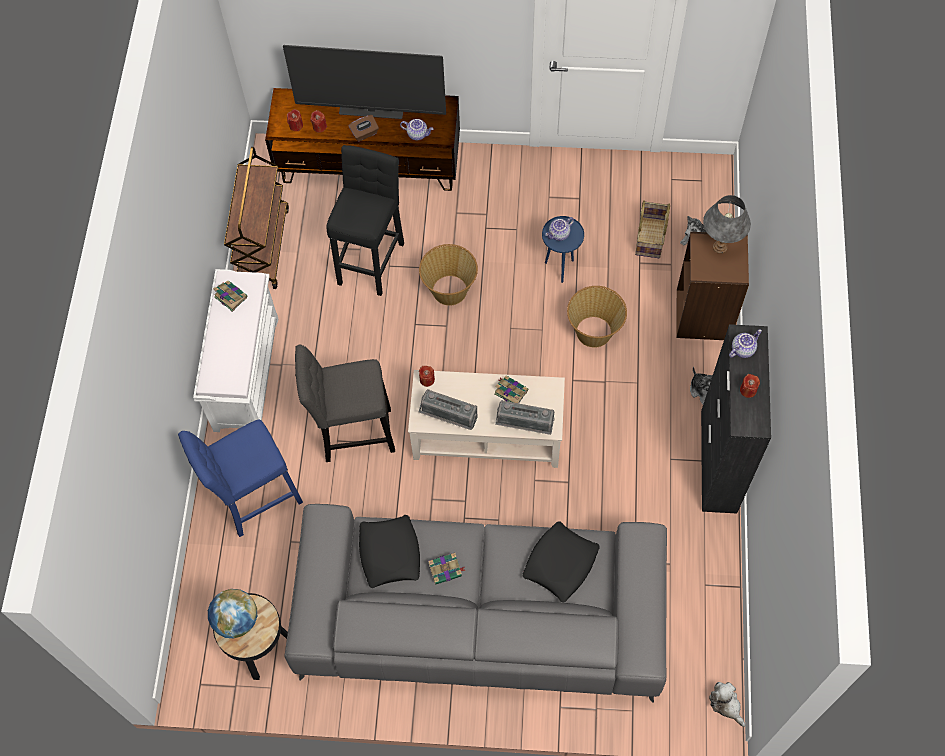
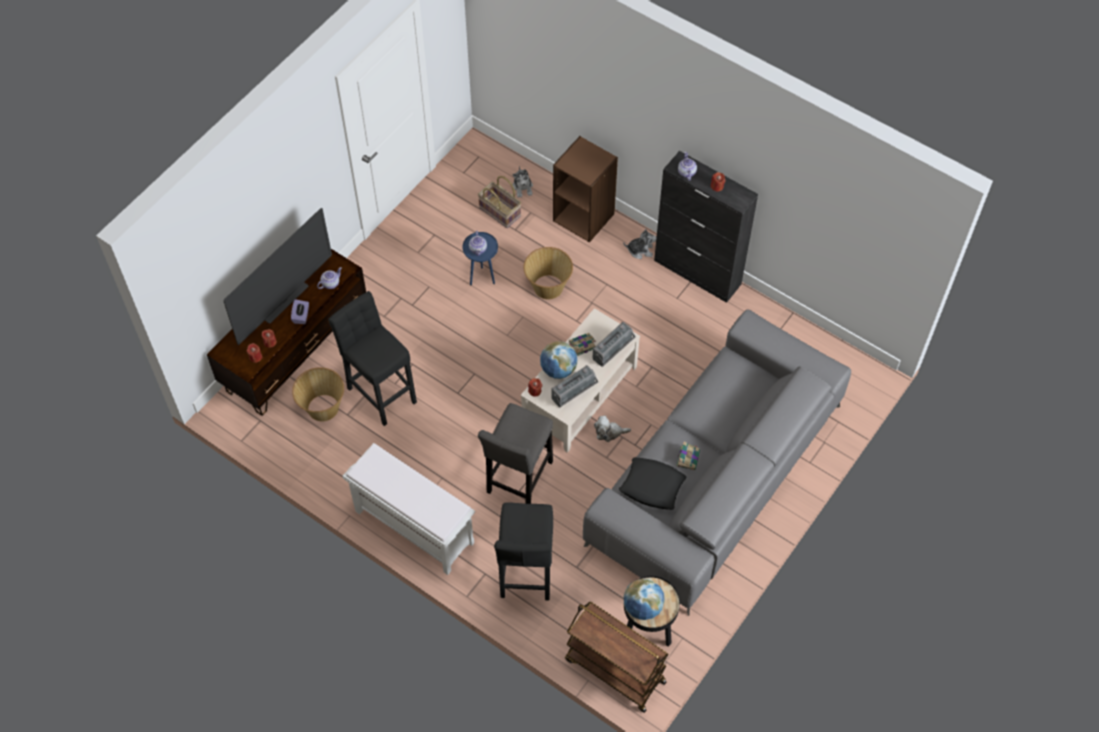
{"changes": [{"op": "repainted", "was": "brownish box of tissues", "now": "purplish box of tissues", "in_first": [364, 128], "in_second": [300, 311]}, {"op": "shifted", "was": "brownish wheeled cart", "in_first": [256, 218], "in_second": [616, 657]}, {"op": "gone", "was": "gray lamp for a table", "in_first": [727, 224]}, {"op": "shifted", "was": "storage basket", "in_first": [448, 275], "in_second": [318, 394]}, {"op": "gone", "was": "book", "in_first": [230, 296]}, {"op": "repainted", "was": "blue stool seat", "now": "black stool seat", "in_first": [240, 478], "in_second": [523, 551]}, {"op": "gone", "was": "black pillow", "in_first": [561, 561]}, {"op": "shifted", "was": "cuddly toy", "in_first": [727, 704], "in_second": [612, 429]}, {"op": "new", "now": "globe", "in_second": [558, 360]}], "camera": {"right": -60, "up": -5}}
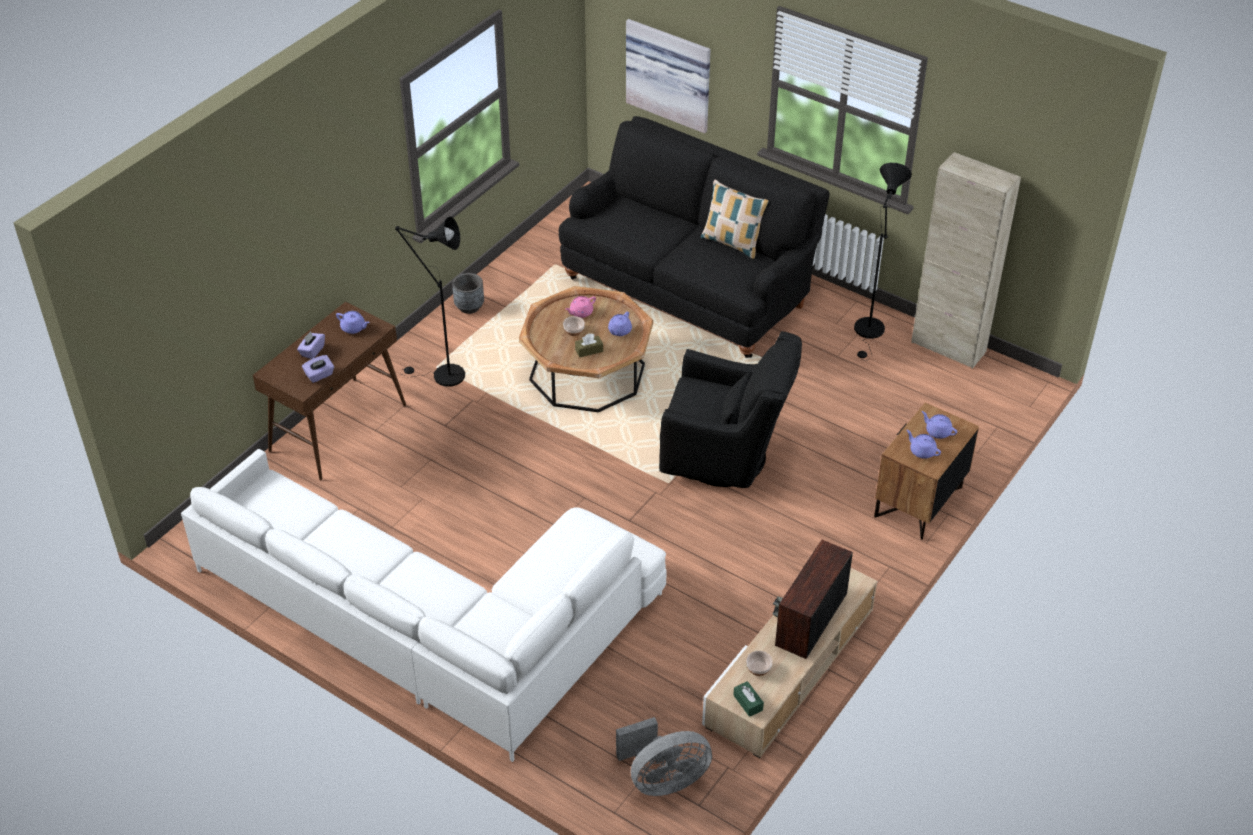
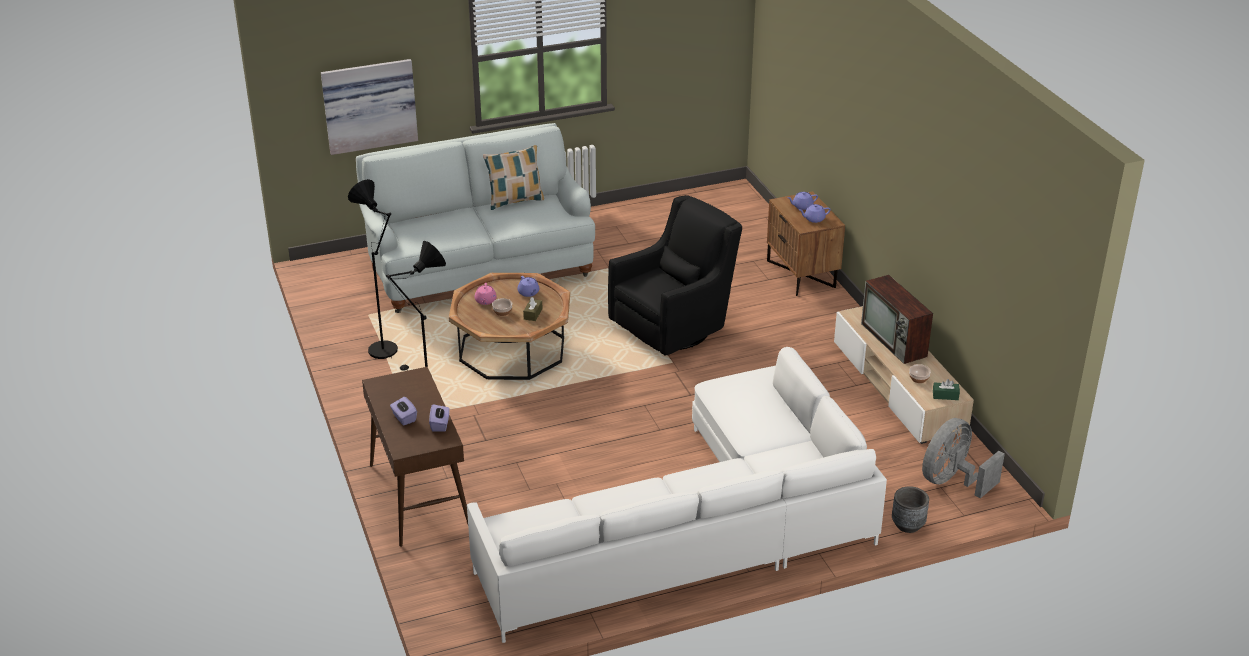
{"changes": [{"op": "repainted", "was": "black sofa", "now": "white-coloured sofa", "in_first": [694, 237], "in_second": [475, 218]}, {"op": "gone", "was": "beige-coloured cabinet", "in_first": [966, 260]}, {"op": "shifted", "was": "black standard lamp", "in_first": [883, 262], "in_second": [378, 275]}, {"op": "shifted", "was": "gray flower pot", "in_first": [468, 293], "in_second": [910, 509]}, {"op": "gone", "was": "purplish pot for tea", "in_first": [353, 322]}, {"op": "rotated", "was": "gray cooling fan", "in_first": [664, 756], "in_second": [963, 458], "clockwise": -150}], "camera": {"right": -55, "up": -10}}
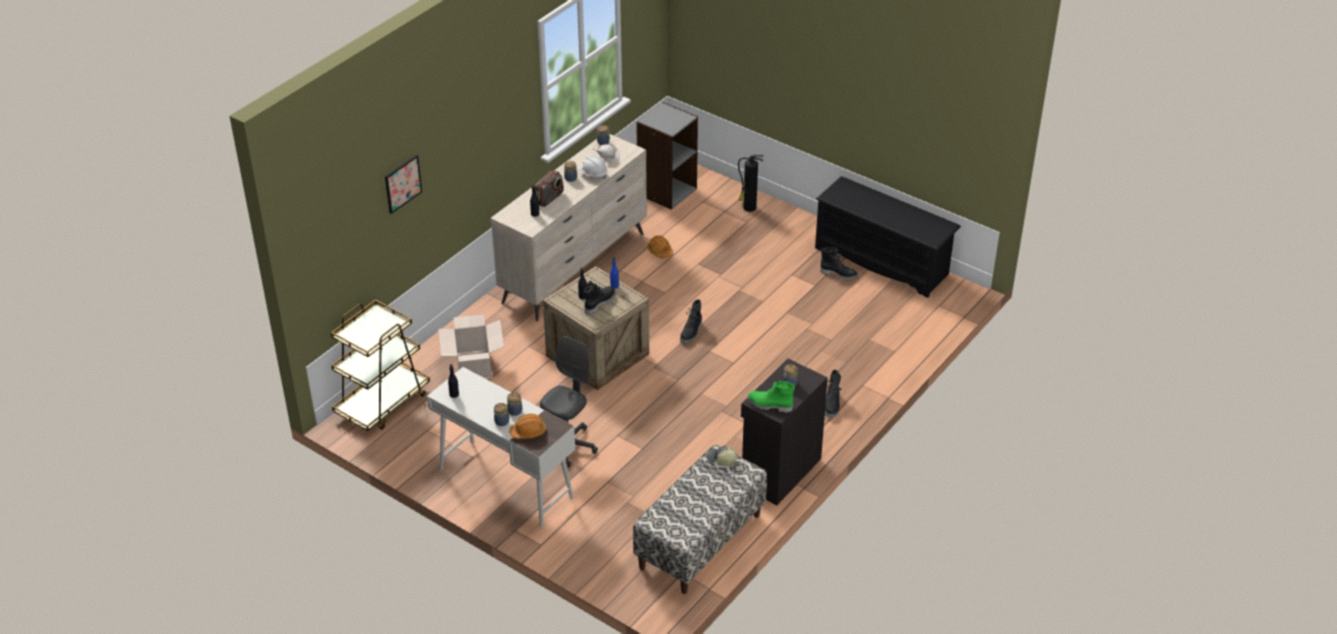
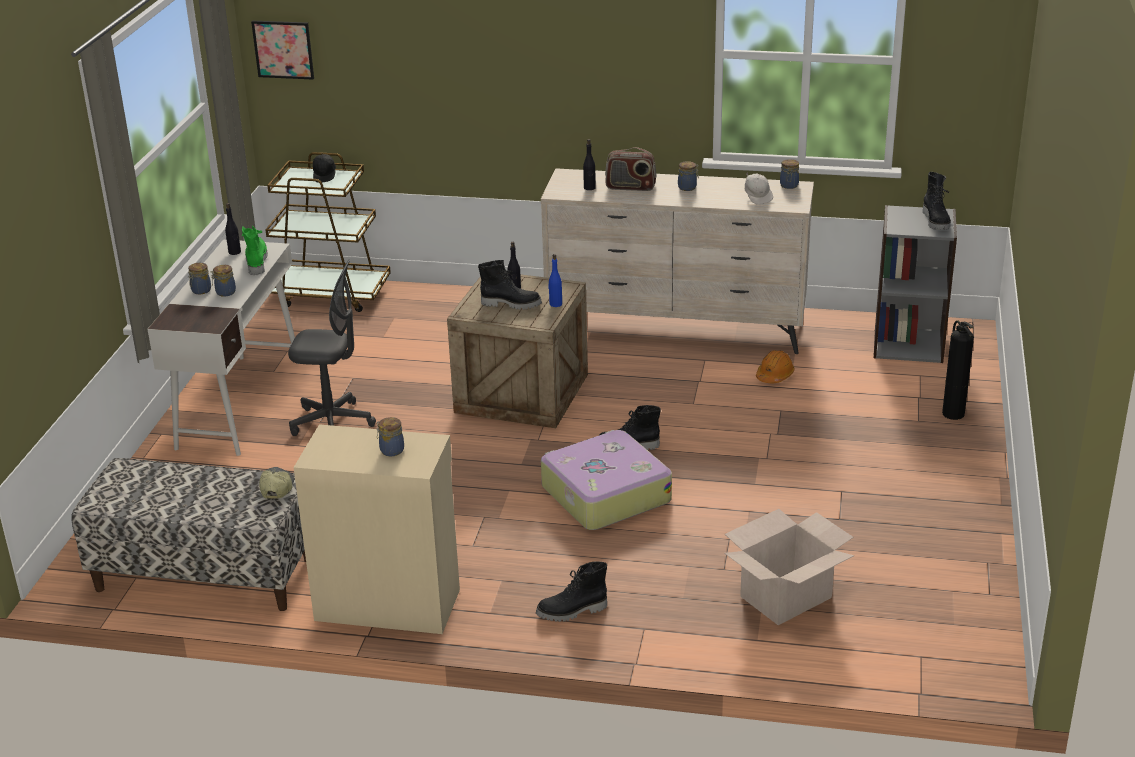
{"changes": [{"op": "shifted", "was": "wall art", "in_first": [403, 184], "in_second": [282, 50]}, {"op": "gone", "was": "white-coloured safety helmet", "in_first": [593, 167]}, {"op": "gone", "was": "black shoe rack", "in_first": [888, 237]}, {"op": "shifted", "was": "black boot", "in_first": [839, 263], "in_second": [937, 201]}, {"op": "shifted", "was": "carton", "in_first": [471, 346], "in_second": [789, 567]}, {"op": "repainted", "was": "black cabinet", "now": "beige-coloured cabinet", "in_first": [784, 432], "in_second": [376, 529]}, {"op": "shifted", "was": "green boot", "in_first": [771, 397], "in_second": [255, 250]}, {"op": "gone", "was": "orange-coloured safety helmet", "in_first": [527, 426]}, {"op": "new", "now": "black baseball cap", "in_second": [324, 168]}, {"op": "new", "now": "travel case", "in_second": [606, 480]}], "camera": {"right": 65, "up": -10}}
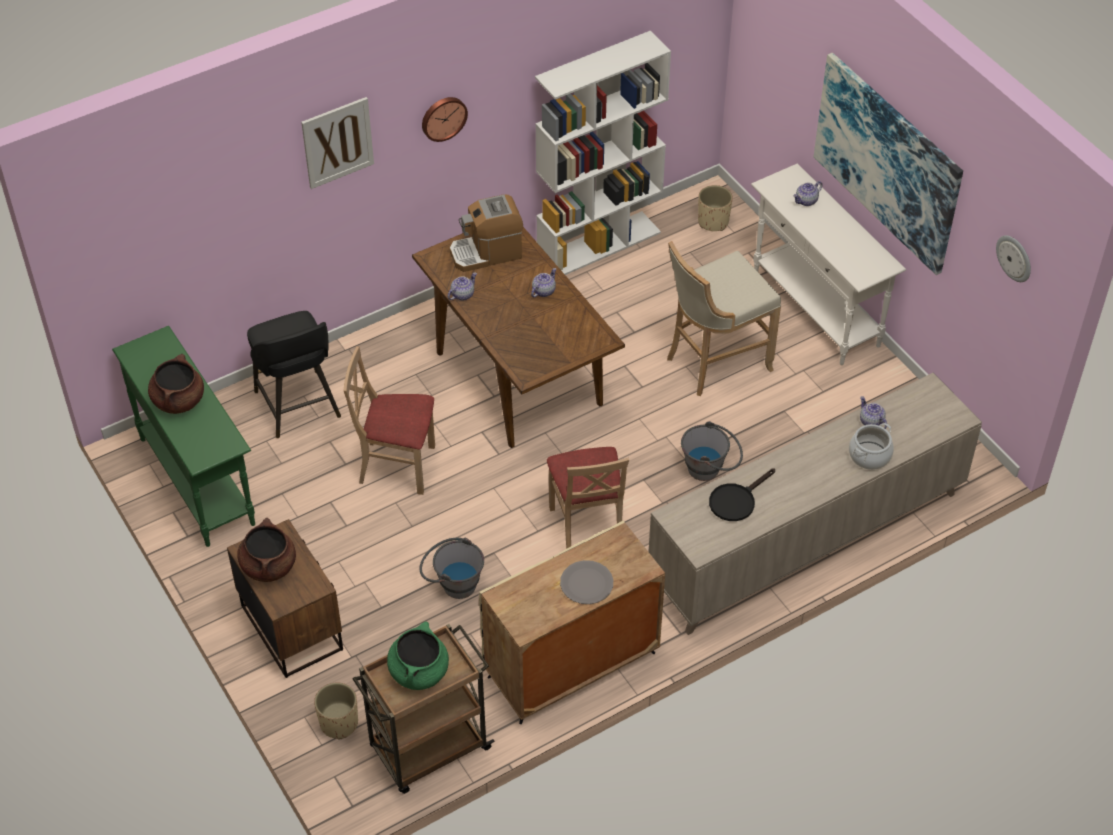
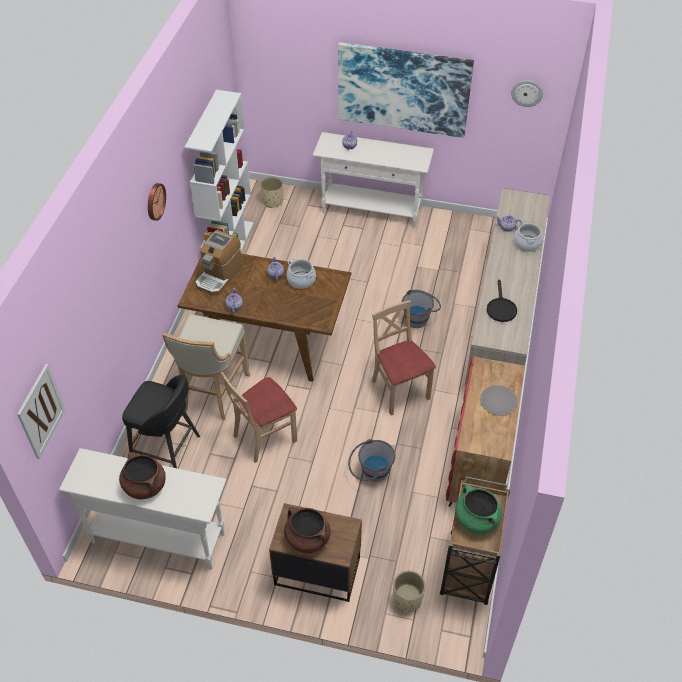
{"changes": [{"op": "shifted", "was": "wall art", "in_first": [337, 143], "in_second": [41, 411]}, {"op": "shifted", "was": "beige-coloured stool seat", "in_first": [724, 318], "in_second": [206, 367]}, {"op": "repainted", "was": "green narrow table", "now": "white-coloured narrow table", "in_first": [183, 436], "in_second": [143, 509]}, {"op": "rotated", "was": "beige-coloured upright chair", "in_first": [588, 498], "in_second": [404, 357], "clockwise": -150}, {"op": "repainted", "was": "beige-coloured cabinet", "now": "red-coloured cabinet", "in_first": [572, 622], "in_second": [485, 431]}, {"op": "new", "now": "saucepot", "in_second": [301, 274]}], "camera": {"right": -45, "up": 0}}
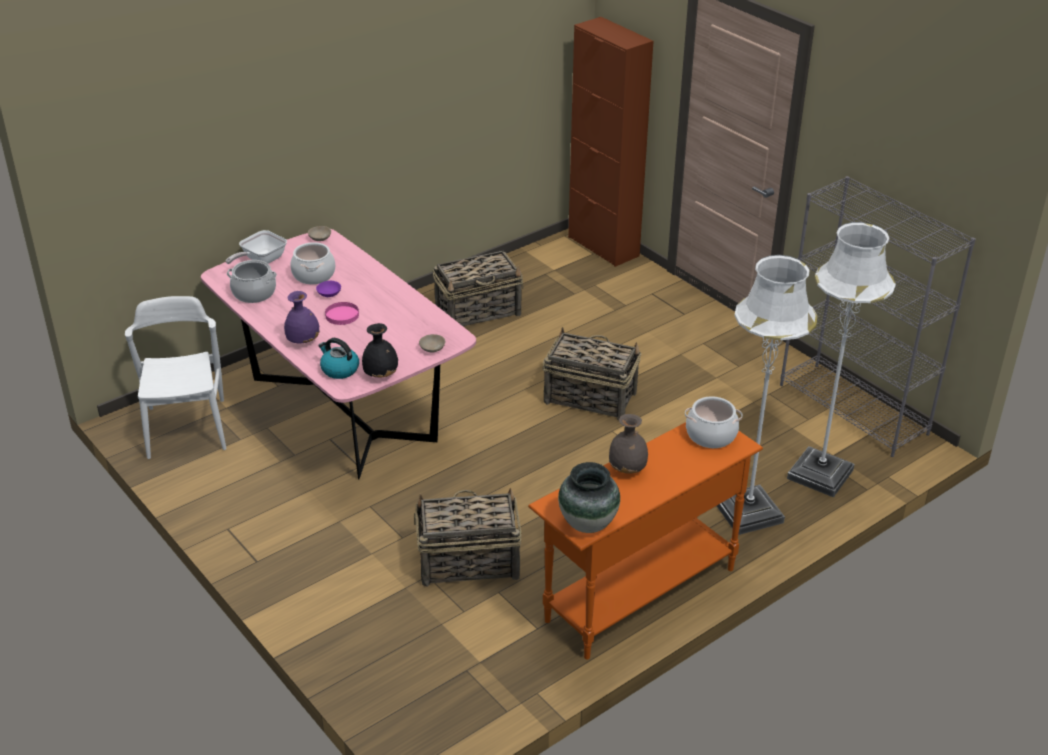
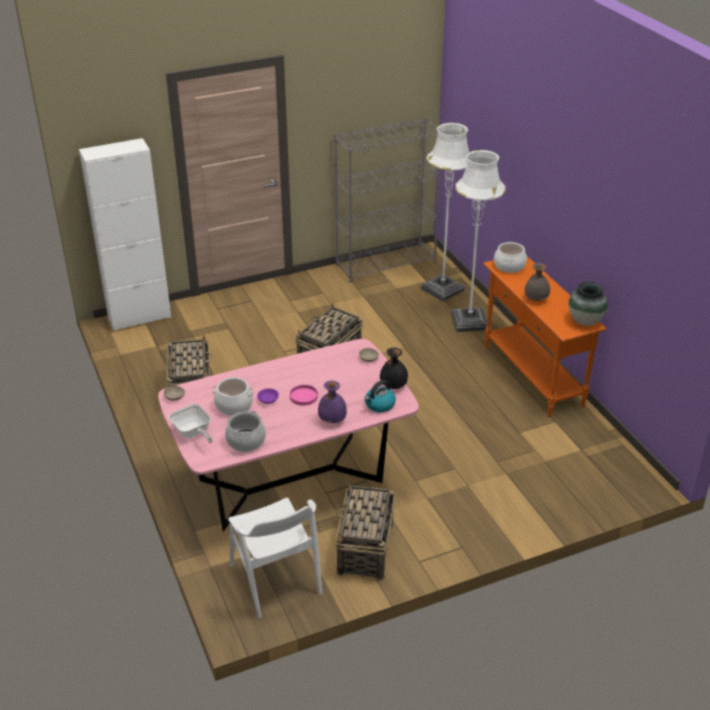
{"changes": [{"op": "repainted", "was": "brownish cabinet", "now": "white-coloured cabinet", "in_first": [610, 142], "in_second": [125, 234]}, {"op": "rotated", "was": "white-coloured upright chair", "in_first": [176, 377], "in_second": [275, 558], "clockwise": -120}, {"op": "shifted", "was": "storage basket", "in_first": [467, 537], "in_second": [365, 531]}], "camera": {"right": -75, "up": 0}}
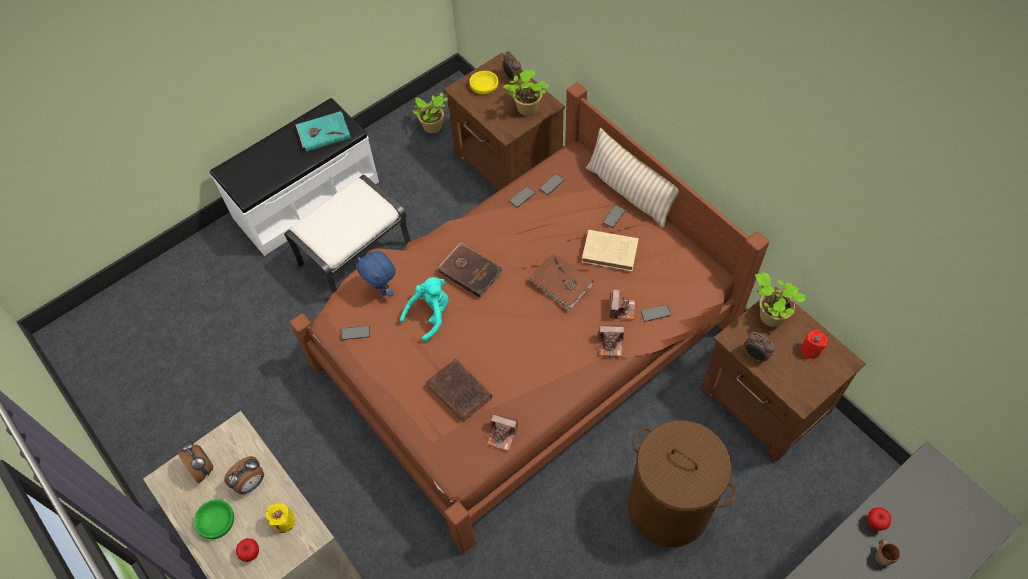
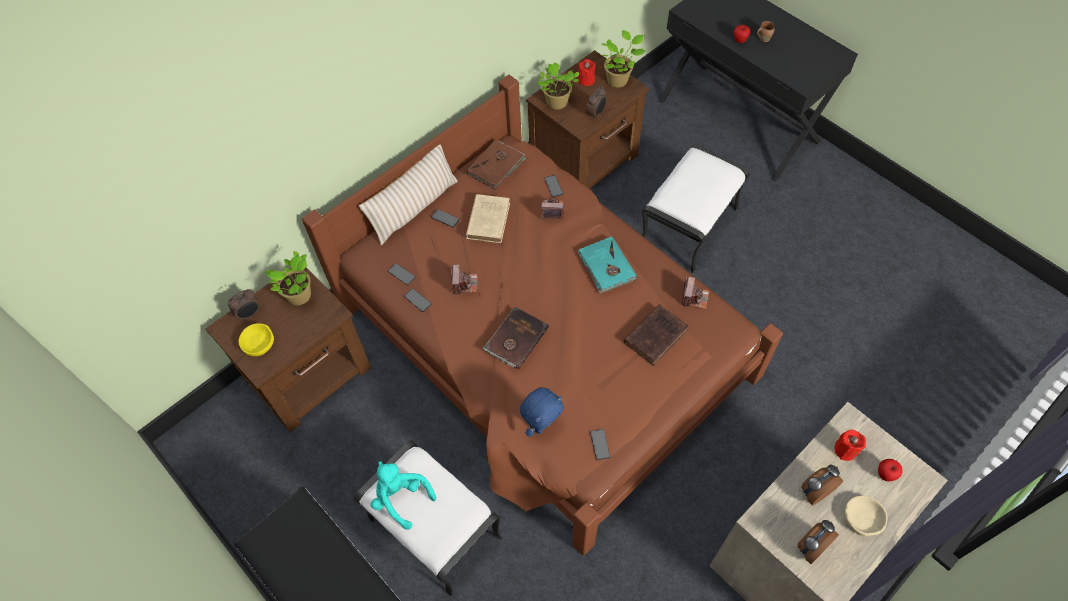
{"changes": [{"op": "shifted", "was": "houseplant", "in_first": [430, 112], "in_second": [623, 58]}, {"op": "shifted", "was": "turquoise book", "in_first": [323, 131], "in_second": [607, 265]}, {"op": "shifted", "was": "brownish book", "in_first": [560, 282], "in_second": [496, 164]}, {"op": "shifted", "was": "turquoise cuddly toy", "in_first": [424, 309], "in_second": [403, 495]}, {"op": "shifted", "was": "photo camera", "in_first": [611, 340], "in_second": [464, 280]}, {"op": "swapped", "was": "brownish hamper", "now": "white-coloured footrest", "in_first": [682, 484], "in_second": [696, 208]}, {"op": "rotated", "was": "table clock", "in_first": [244, 475], "in_second": [822, 485], "clockwise": -75}, {"op": "repainted", "was": "green deep dish", "now": "beige-coloured deep dish", "in_first": [214, 519], "in_second": [865, 516]}, {"op": "repainted", "was": "yellowish wax light", "now": "red-coloured wax light", "in_first": [280, 518], "in_second": [850, 445]}], "camera": {"right": -95, "up": 0}}
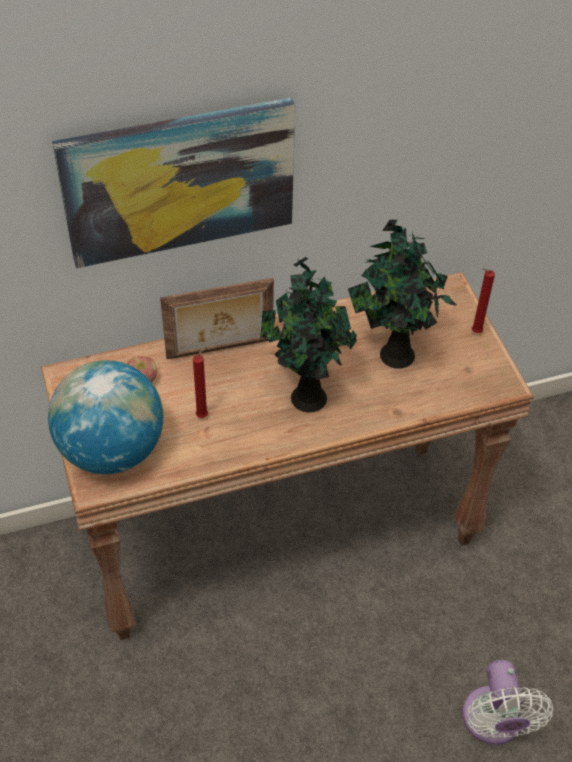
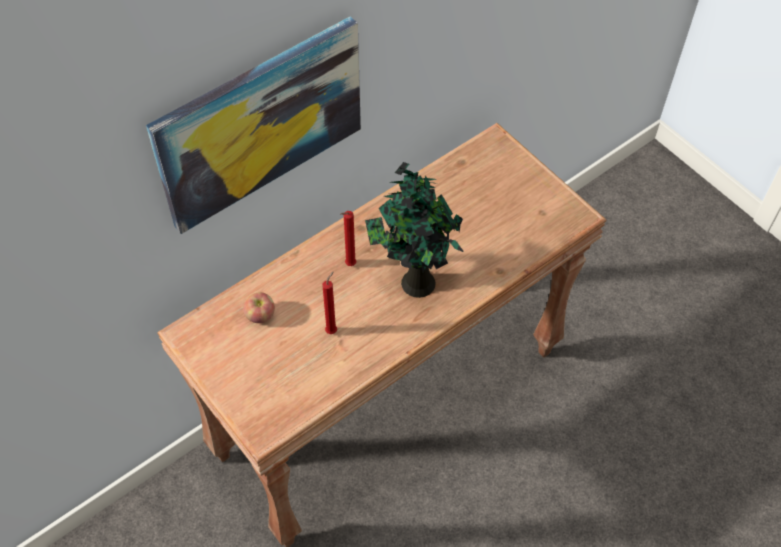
{"changes": [{"op": "gone", "was": "houseplant", "in_first": [402, 294]}, {"op": "shifted", "was": "red-coloured wax light", "in_first": [483, 300], "in_second": [348, 238]}, {"op": "gone", "was": "picture frame", "in_first": [217, 318]}, {"op": "gone", "was": "globe", "in_first": [105, 417]}, {"op": "gone", "was": "white-coloured cooling fan", "in_first": [507, 702]}], "camera": {"right": -20, "up": 5}}
